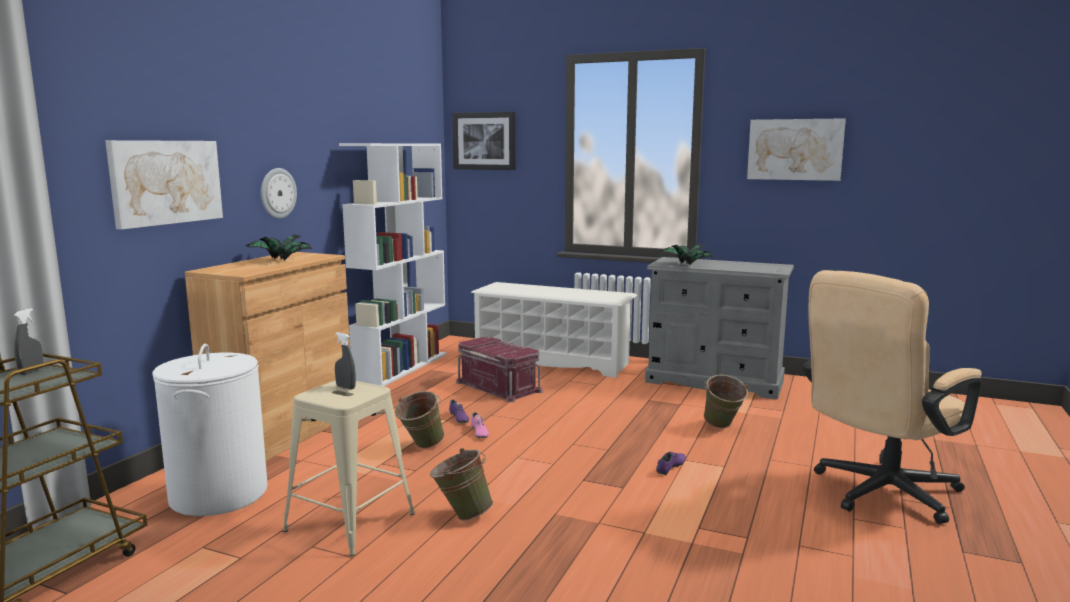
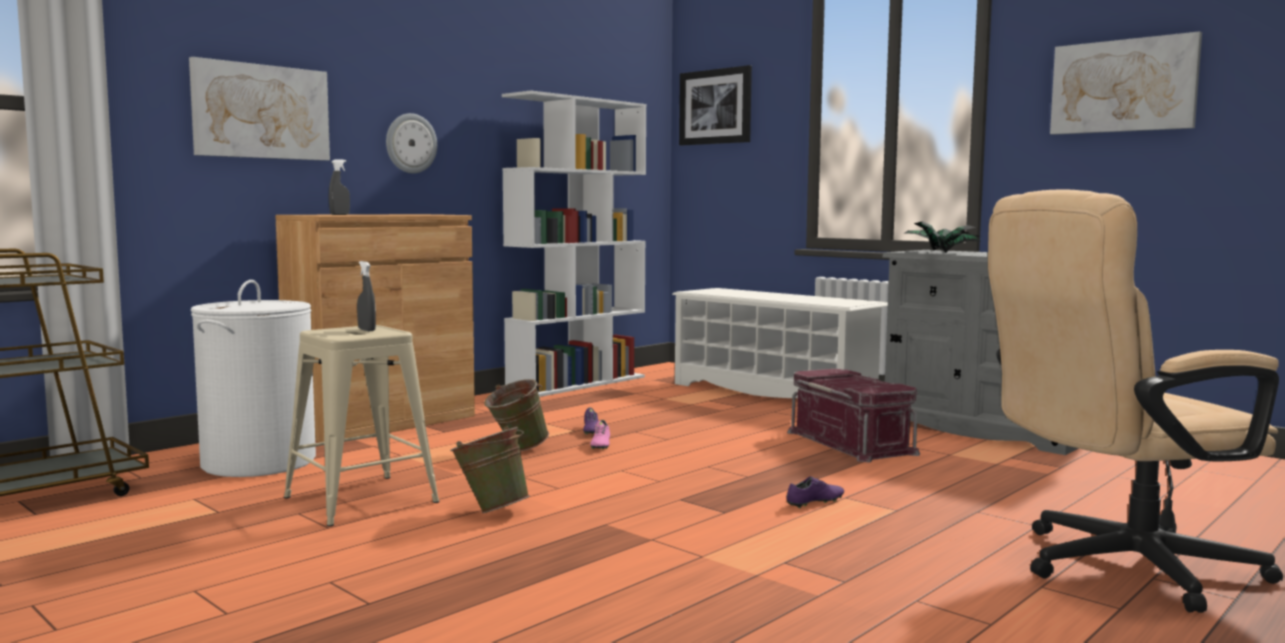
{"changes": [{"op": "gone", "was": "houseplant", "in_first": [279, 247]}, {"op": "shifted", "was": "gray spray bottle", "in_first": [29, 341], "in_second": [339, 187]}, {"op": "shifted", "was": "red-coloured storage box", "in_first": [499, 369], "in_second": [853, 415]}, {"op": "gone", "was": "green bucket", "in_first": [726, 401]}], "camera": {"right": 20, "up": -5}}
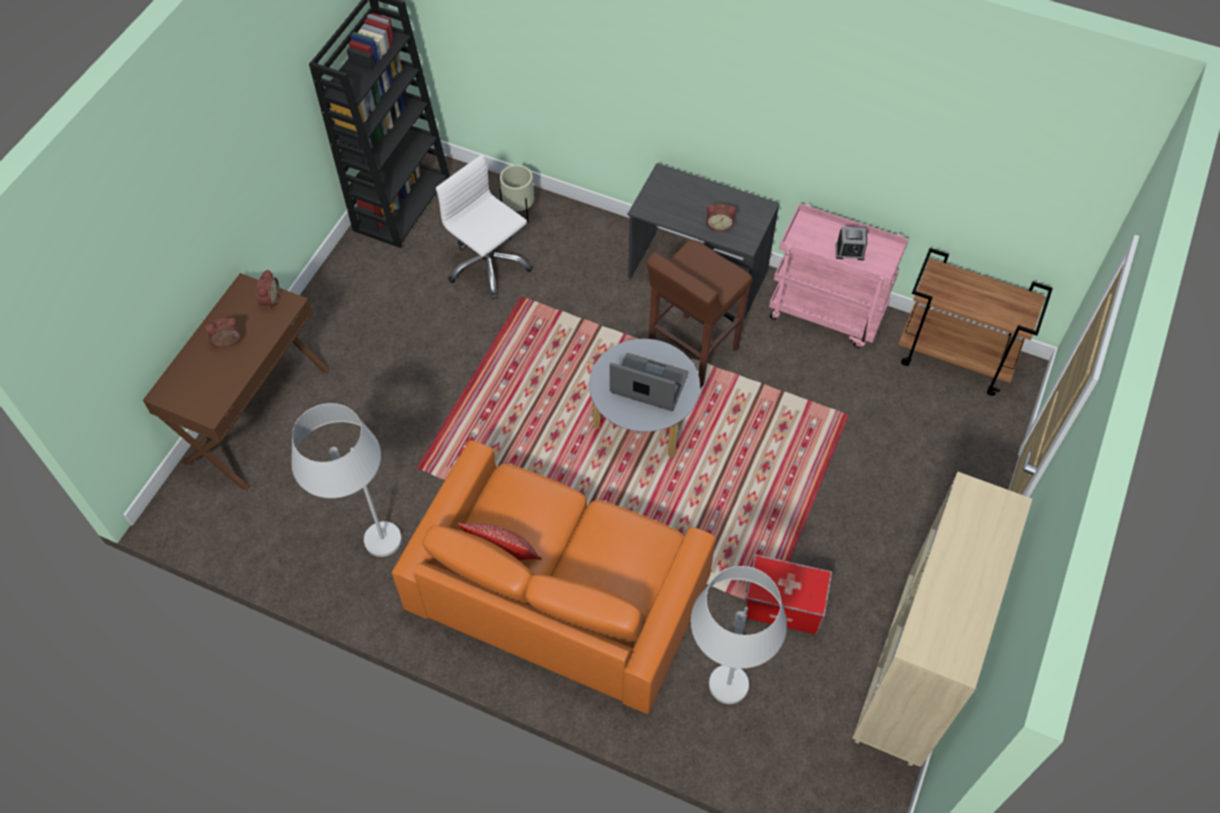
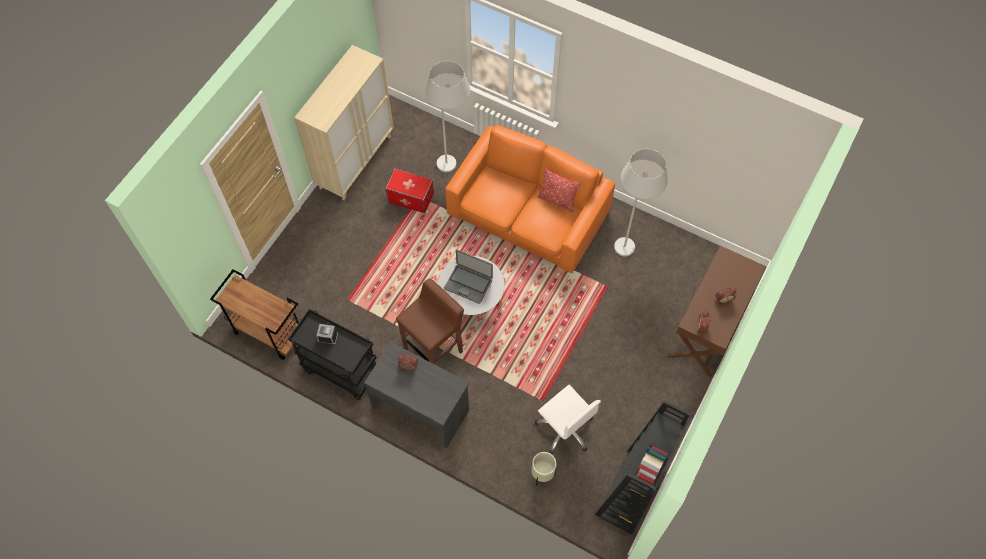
{"changes": [{"op": "repainted", "was": "pink-coloured wheeled cart", "now": "black wheeled cart", "in_first": [838, 275], "in_second": [332, 355]}], "camera": {"right": -175, "up": 5}}
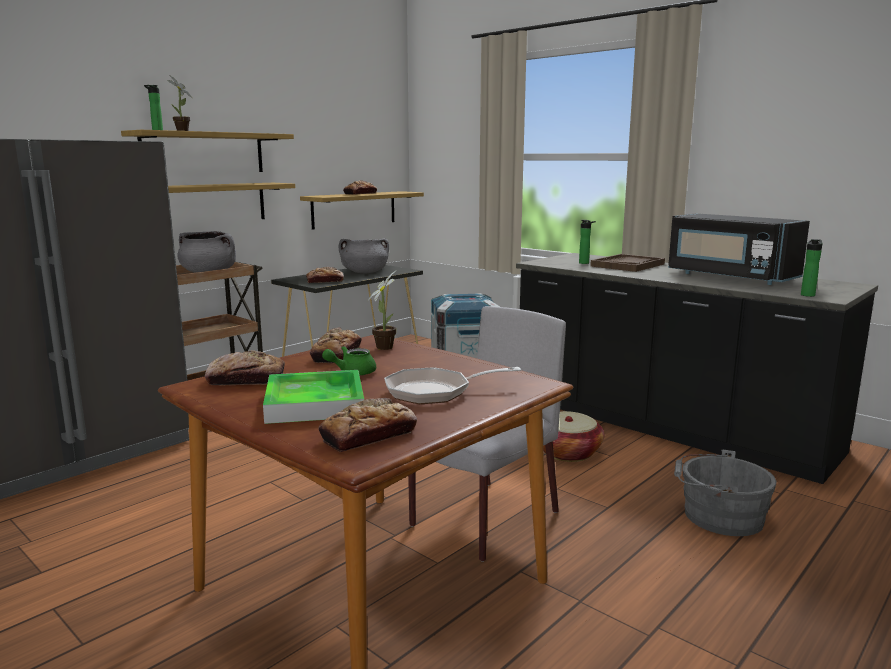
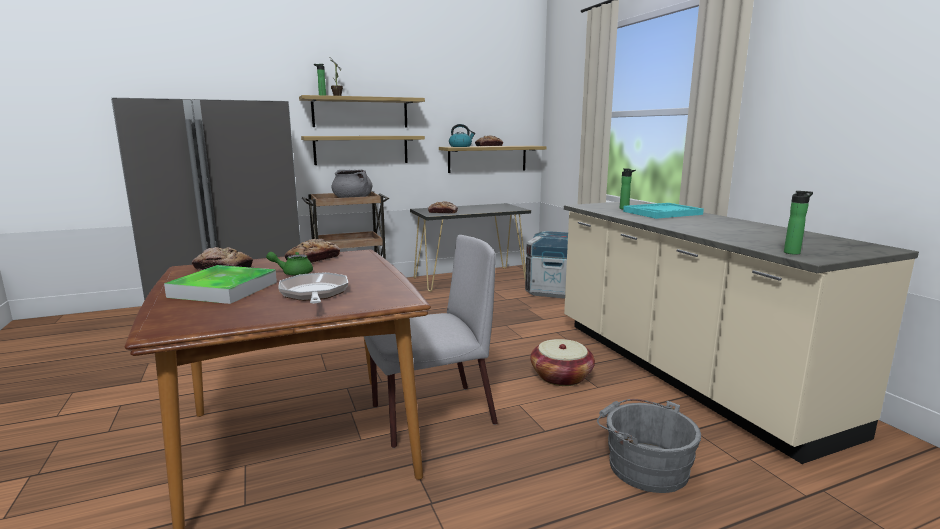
{"changes": [{"op": "gone", "was": "black microwave", "in_first": [739, 249]}, {"op": "gone", "was": "gray saucepot", "in_first": [364, 256]}, {"op": "repainted", "was": "black kitchen counter", "now": "beige-coloured kitchen counter", "in_first": [697, 368], "in_second": [741, 332]}, {"op": "repainted", "was": "brownish tray", "now": "turquoise tray", "in_first": [627, 263], "in_second": [663, 211]}, {"op": "gone", "was": "houseplant", "in_first": [382, 310]}, {"op": "rotated", "was": "skillet", "in_first": [452, 385], "in_second": [313, 287], "clockwise": 60}, {"op": "gone", "was": "bakery bread", "in_first": [368, 425]}, {"op": "new", "now": "water kettle", "in_second": [462, 135]}], "camera": {"right": 25, "up": 0}}
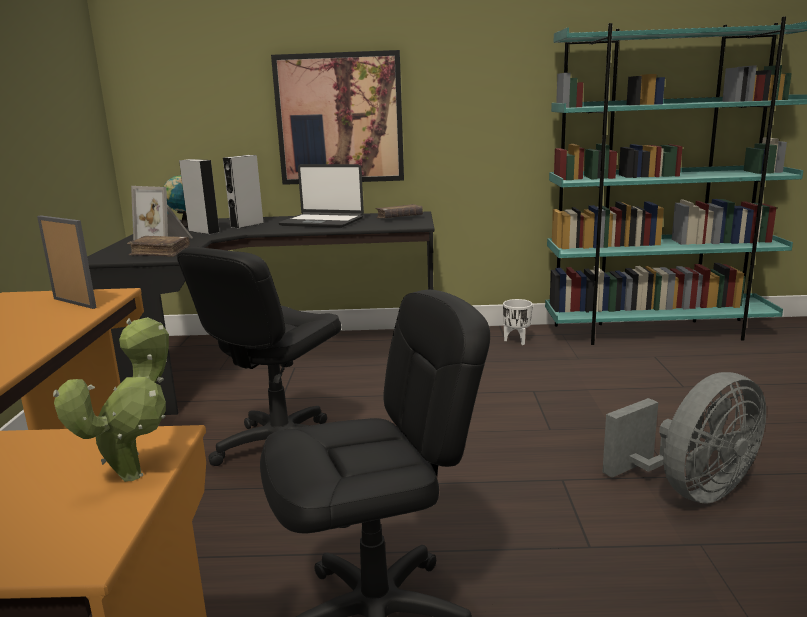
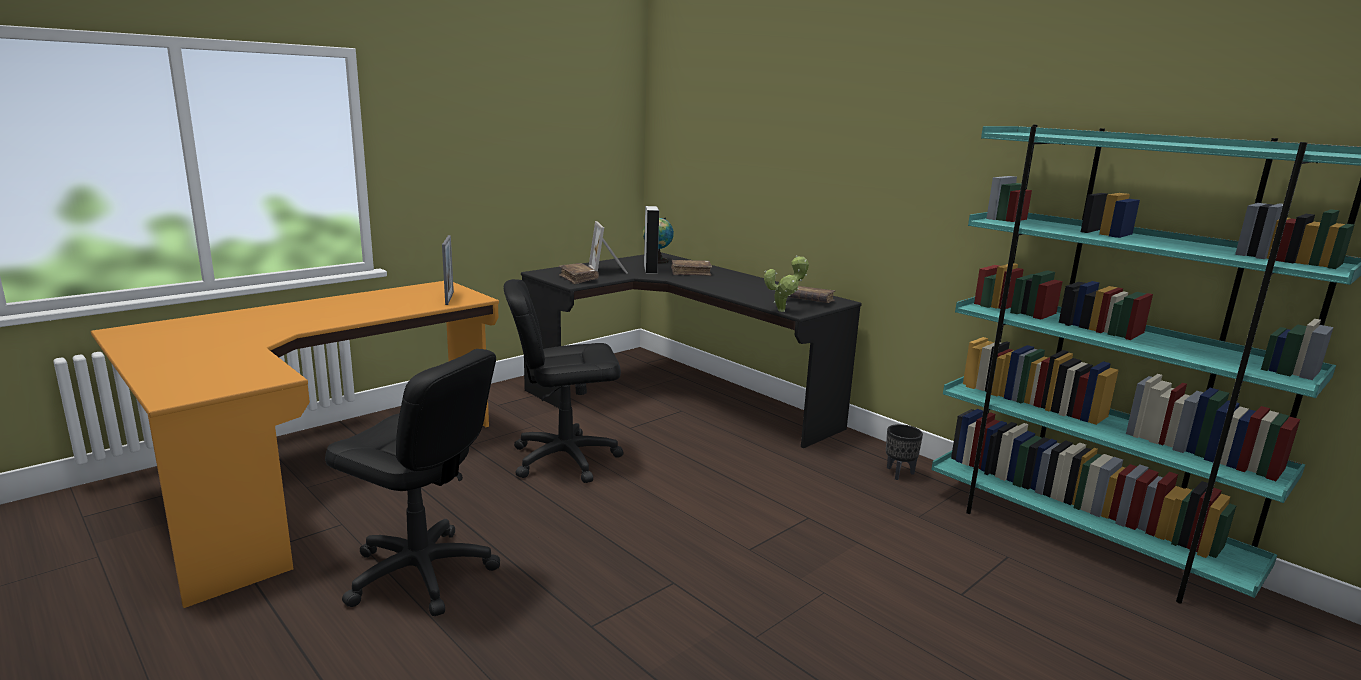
{"changes": [{"op": "gone", "was": "wall art", "in_first": [337, 117]}, {"op": "swapped", "was": "gray speaker", "now": "brownish book", "in_first": [243, 192], "in_second": [691, 268]}, {"op": "gone", "was": "notebook computer", "in_first": [321, 196]}, {"op": "repainted", "was": "white-coloured flower pot", "now": "black flower pot", "in_first": [518, 322], "in_second": [904, 452]}, {"op": "shifted", "was": "houseplant", "in_first": [111, 399], "in_second": [786, 284]}, {"op": "gone", "was": "gray cooling fan", "in_first": [684, 438]}], "camera": {"right": 45, "up": 0}}
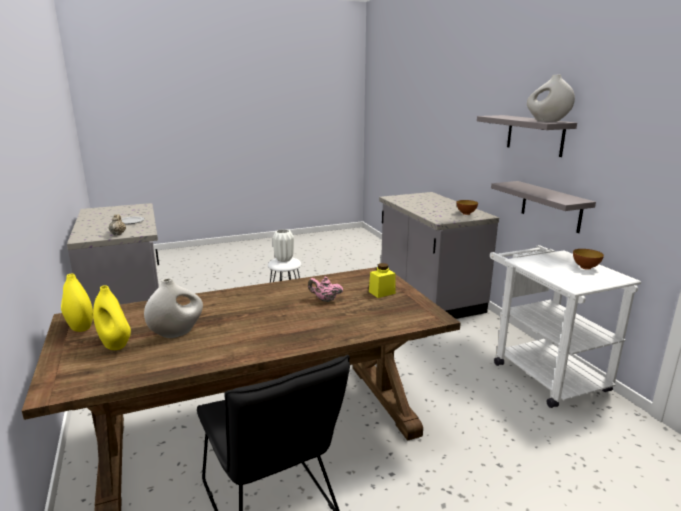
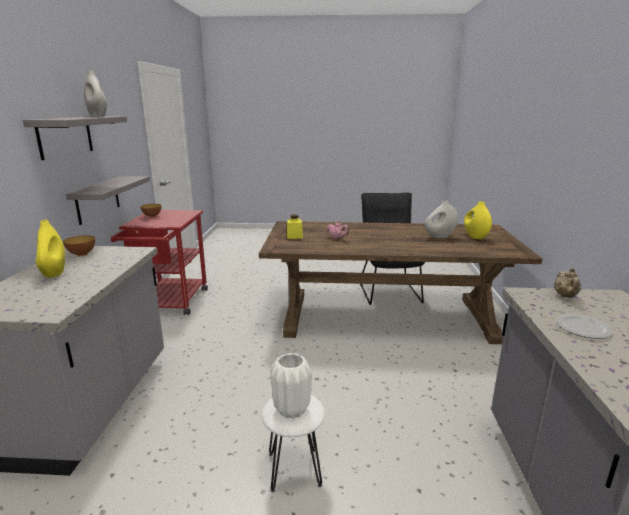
{"changes": [{"op": "repainted", "was": "white-coloured wheeled cart", "now": "red-coloured wheeled cart", "in_first": [565, 326], "in_second": [159, 262]}, {"op": "shifted", "was": "yellowish vase", "in_first": [77, 303], "in_second": [50, 249]}], "camera": {"right": -155, "up": 0}}
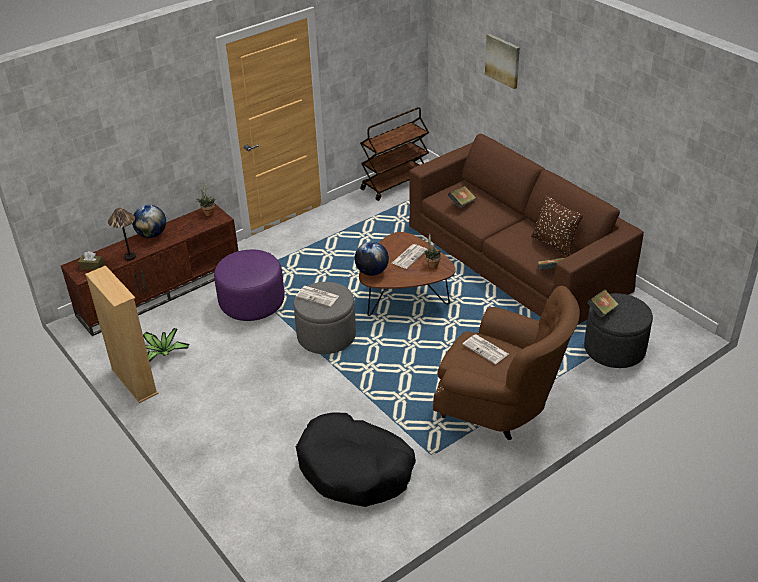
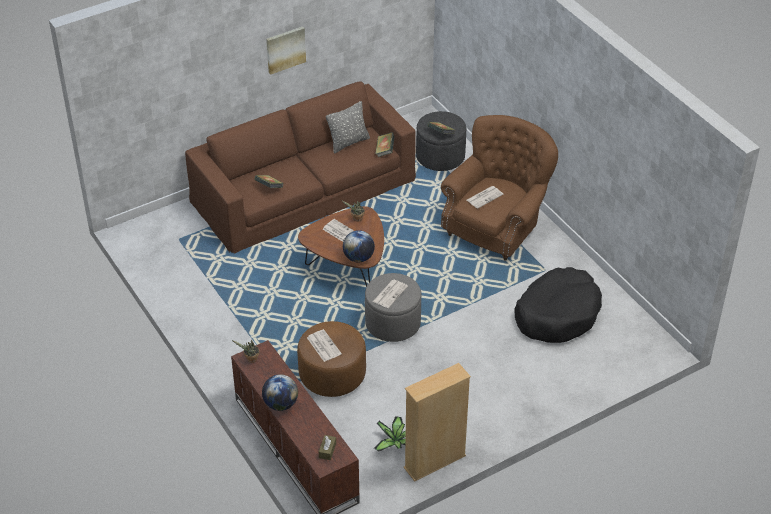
{"changes": [{"op": "shifted", "was": "wall art", "in_first": [502, 61], "in_second": [286, 50]}, {"op": "gone", "was": "brownish wheeled cart", "in_first": [394, 154]}, {"op": "repainted", "was": "brownish pillow", "now": "gray pillow", "in_first": [557, 226], "in_second": [348, 127]}, {"op": "gone", "was": "lamp for a table", "in_first": [122, 234]}, {"op": "repainted", "was": "purplish footrest", "now": "brownish footrest", "in_first": [249, 285], "in_second": [331, 359]}, {"op": "new", "now": "daily paper", "in_second": [324, 345]}], "camera": {"right": -85, "up": 5}}
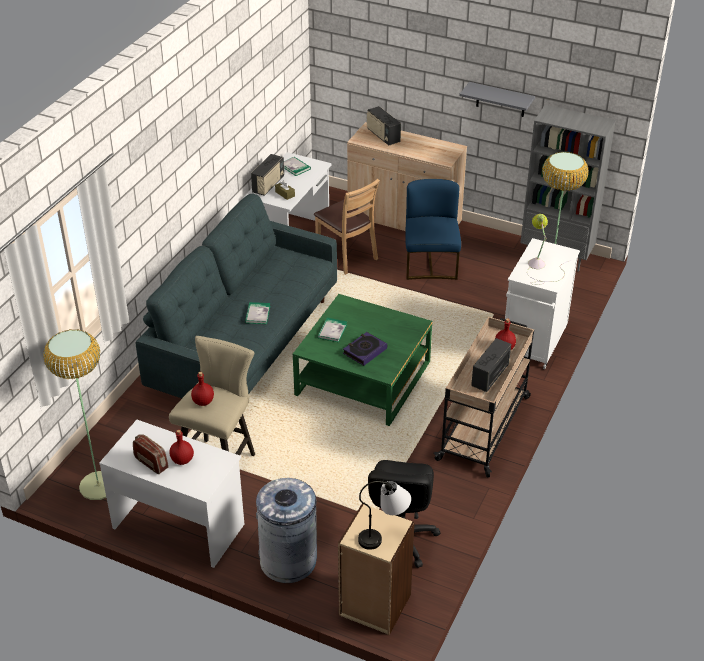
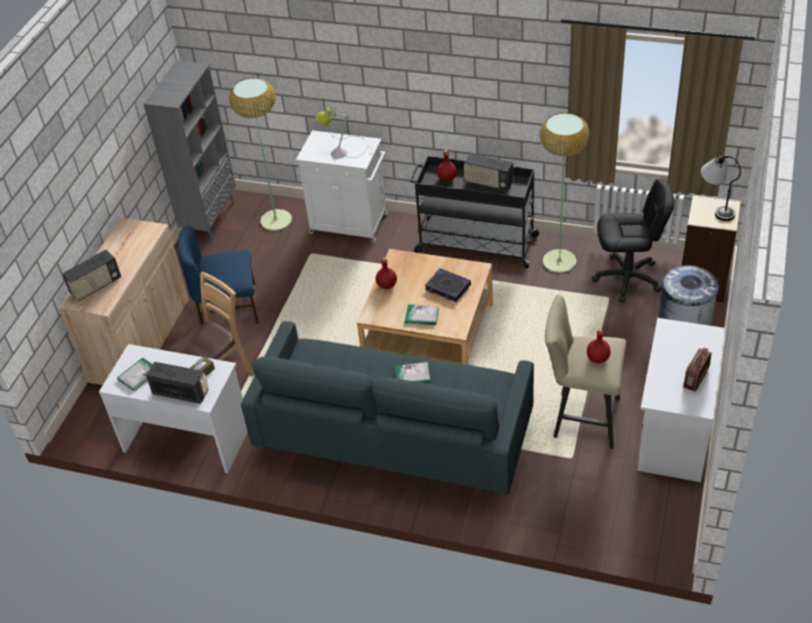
{"changes": [{"op": "gone", "was": "gray bracket shelf", "in_first": [497, 99]}, {"op": "repainted", "was": "green coffee table", "now": "beige-coloured coffee table", "in_first": [362, 360], "in_second": [425, 307]}, {"op": "repainted", "was": "beige-coloured wheeled cart", "now": "black wheeled cart", "in_first": [484, 397], "in_second": [475, 212]}, {"op": "shifted", "was": "standard lamp", "in_first": [74, 414], "in_second": [564, 193]}, {"op": "shifted", "was": "red-coloured drink bottle", "in_first": [181, 447], "in_second": [386, 273]}], "camera": {"right": -95, "up": 5}}
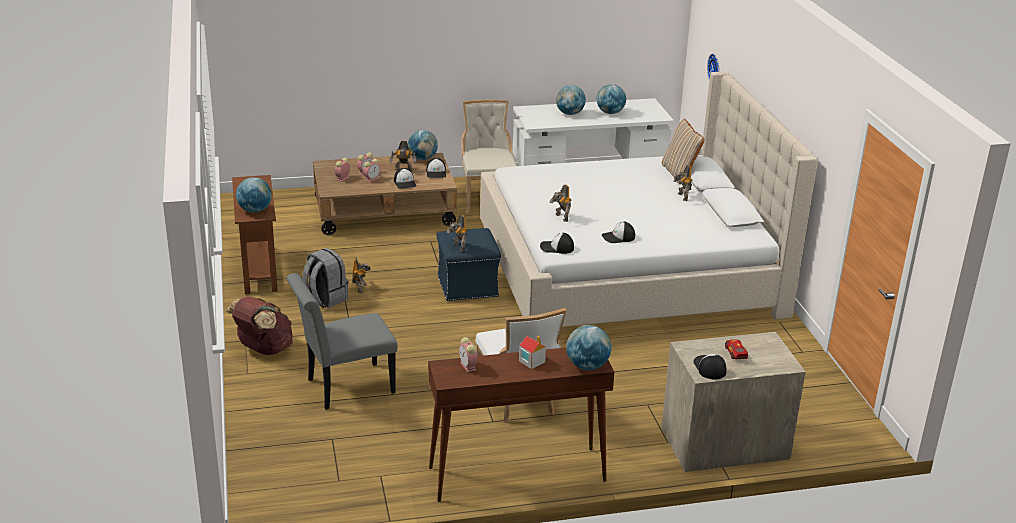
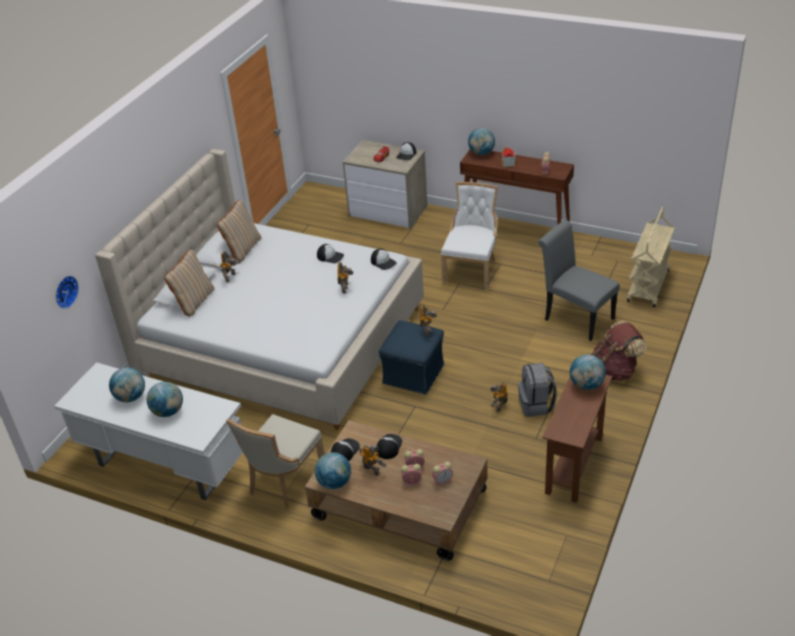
{"changes": [{"op": "rotated", "was": "gray upright chair", "in_first": [342, 341], "in_second": [579, 280], "clockwise": -150}, {"op": "new", "now": "beige-coloured pillow", "in_second": [239, 231]}, {"op": "new", "now": "beige-coloured wheeled cart", "in_second": [651, 257]}], "camera": {"right": -140, "up": 10}}
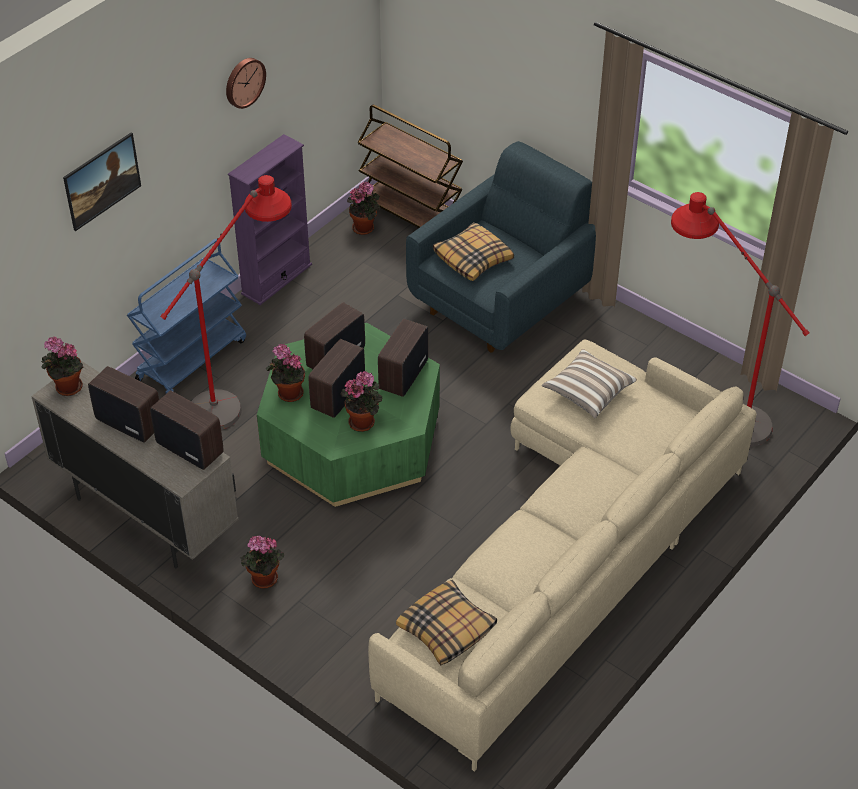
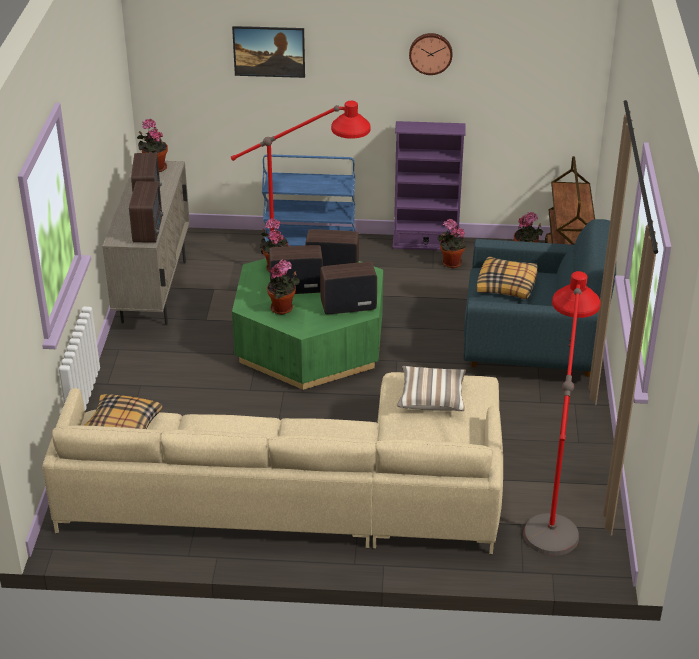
{"changes": [{"op": "shifted", "was": "houseplant", "in_first": [262, 562], "in_second": [451, 243]}], "camera": {"right": 55, "up": -10}}
